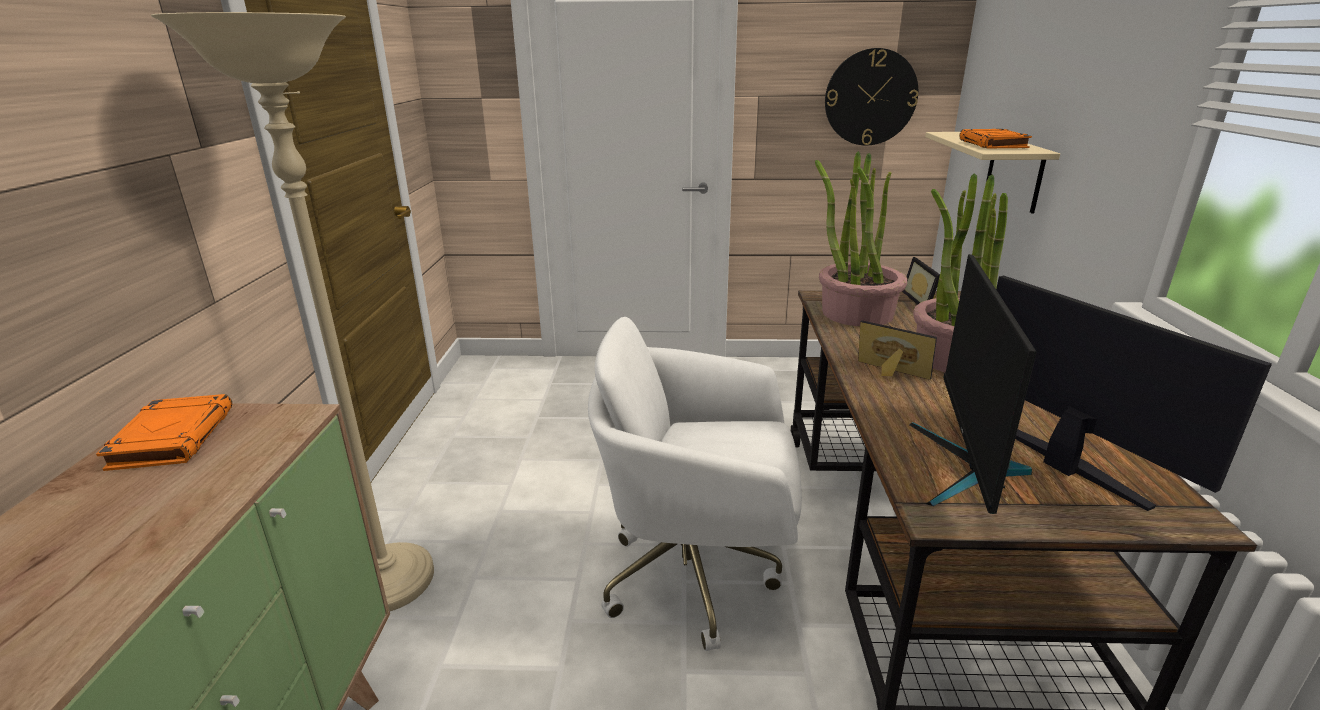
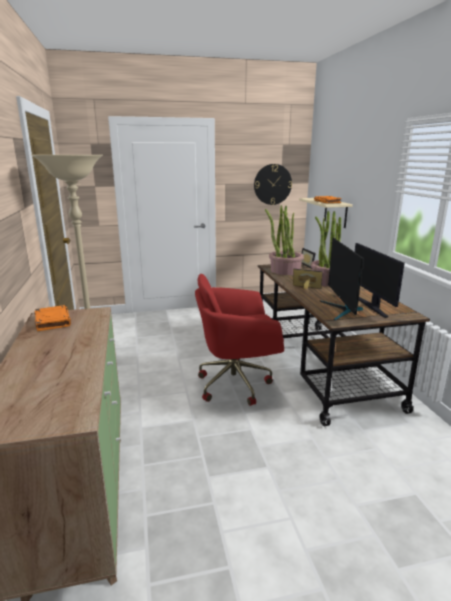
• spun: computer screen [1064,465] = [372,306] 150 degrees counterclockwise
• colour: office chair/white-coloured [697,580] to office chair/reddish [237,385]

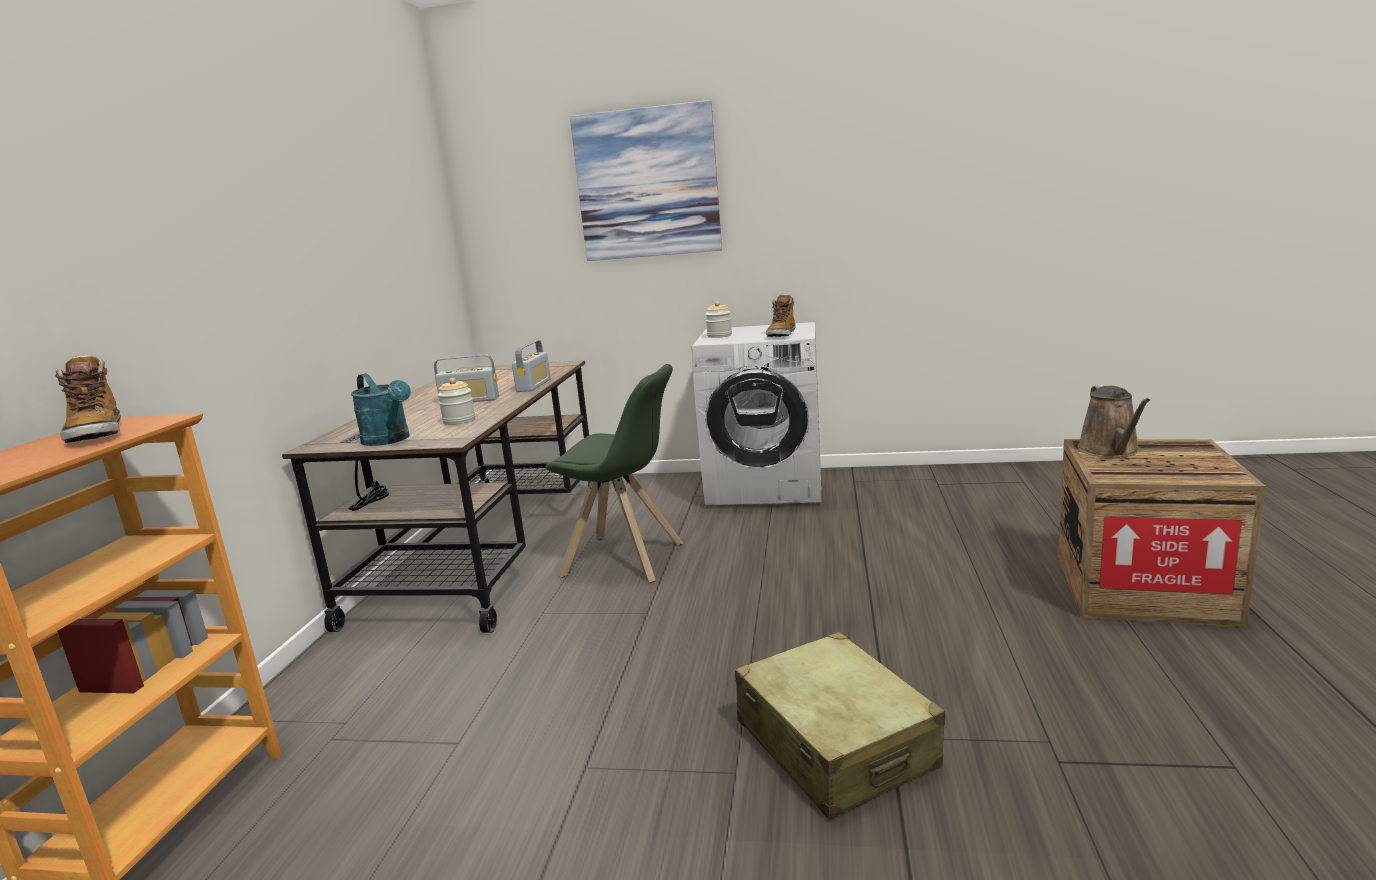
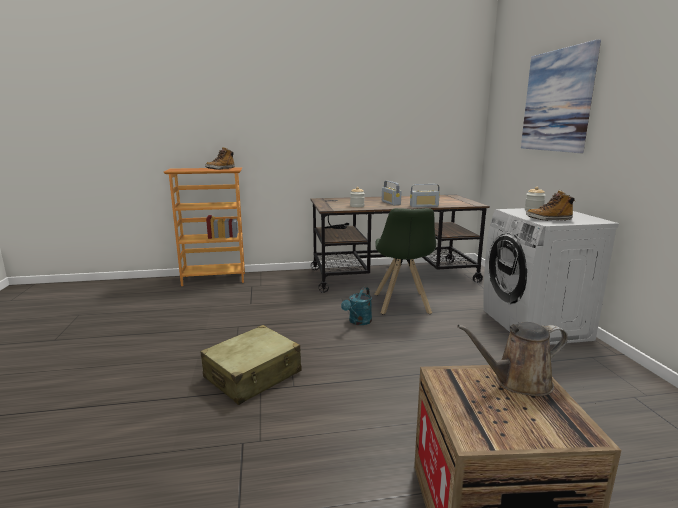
• relocated: watering can/turquoise [390,440] to [358,322]

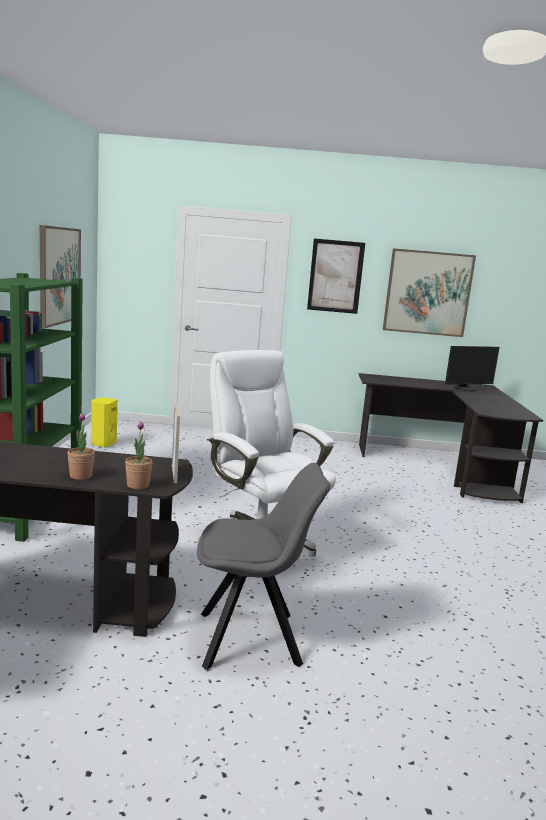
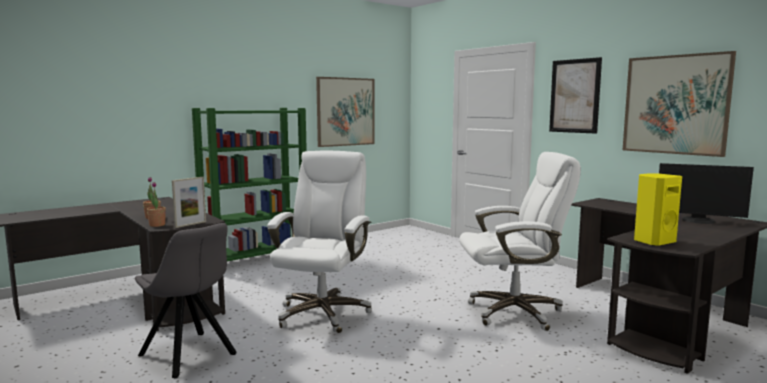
• relocated: speaker/yellow-coloured [103,443] to [653,242]
• appeared: office chair/white-coloured [512,312]

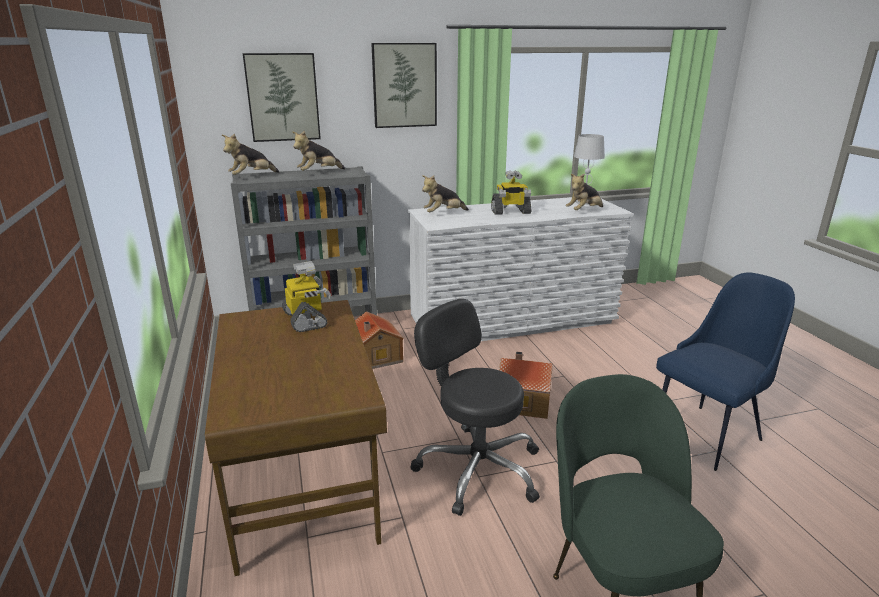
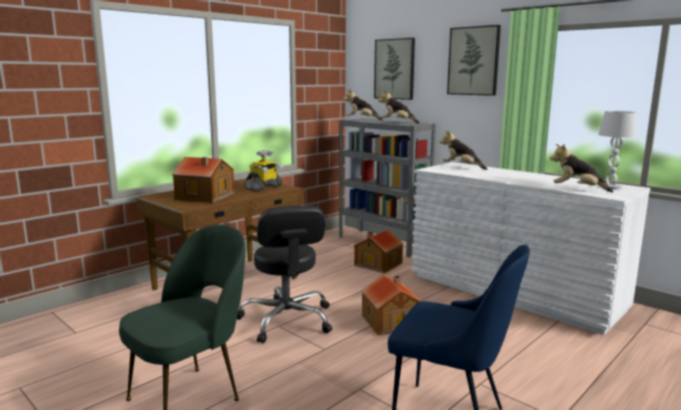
• missing: robot figure [510,212]
• spun: office chair/blackish [474,467] = [287,322] 150 degrees clockwise
• appeared: miniature house [205,197]

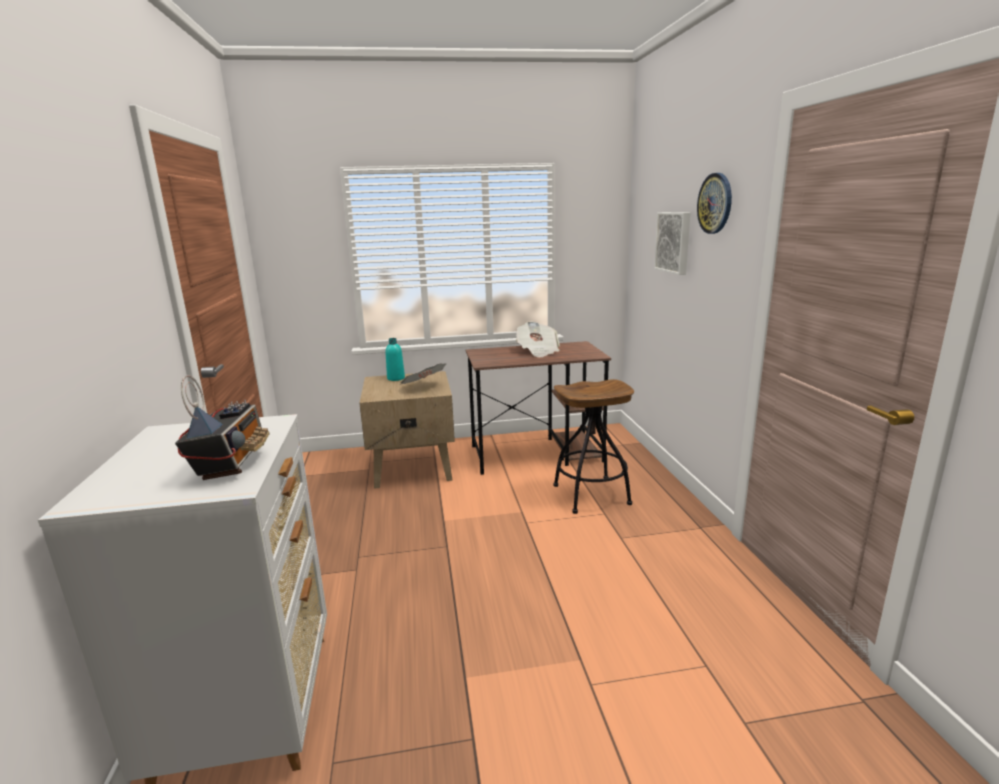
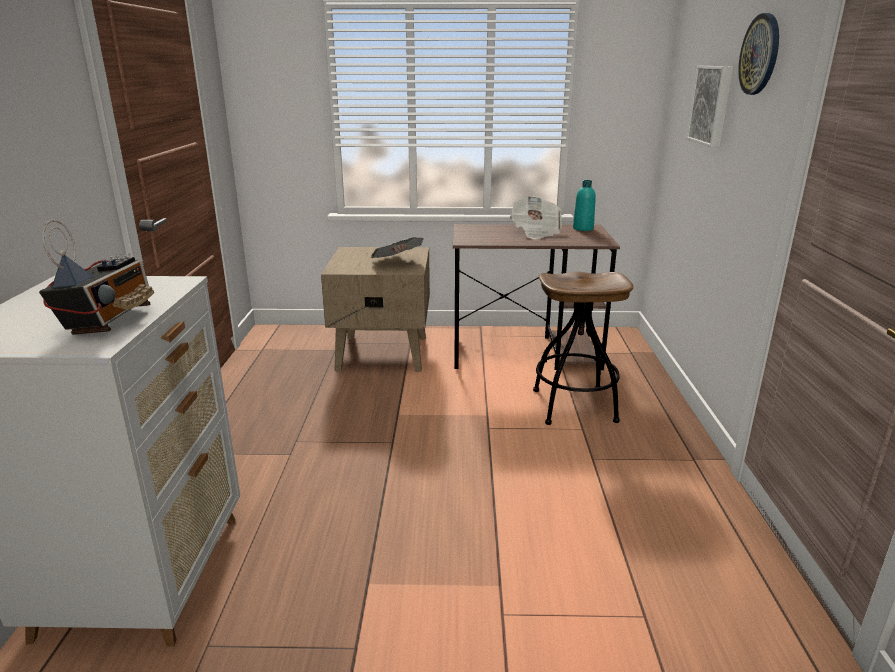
• relocated: beverage bottle/turquoise [396,378] to [583,228]

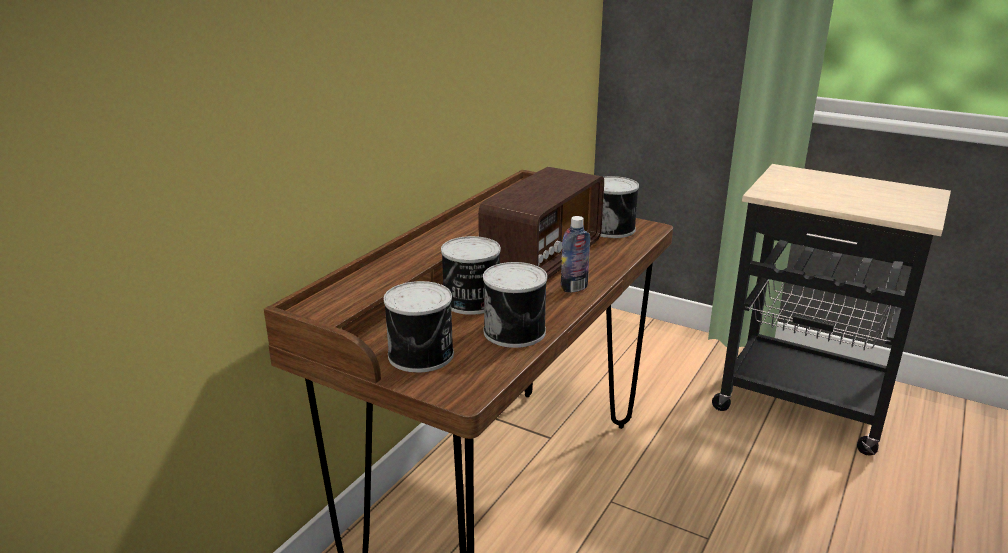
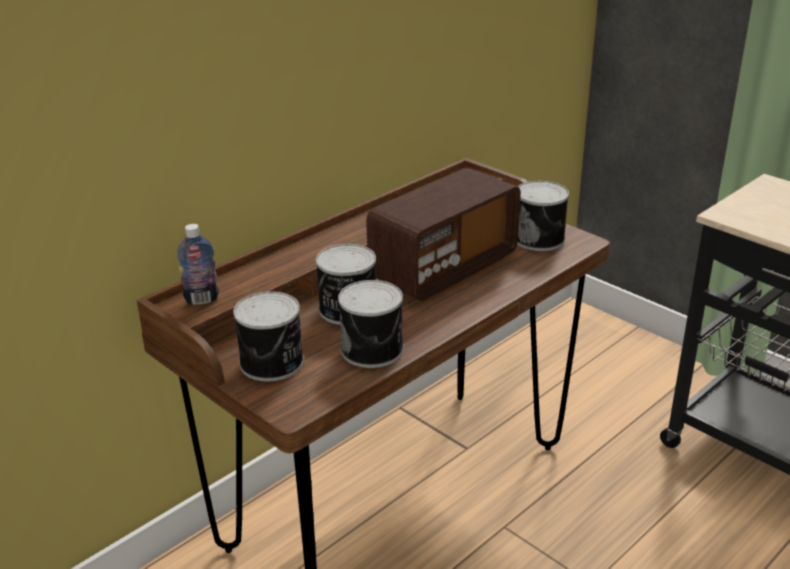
• relocated: beverage bottle [574,288] to [201,299]

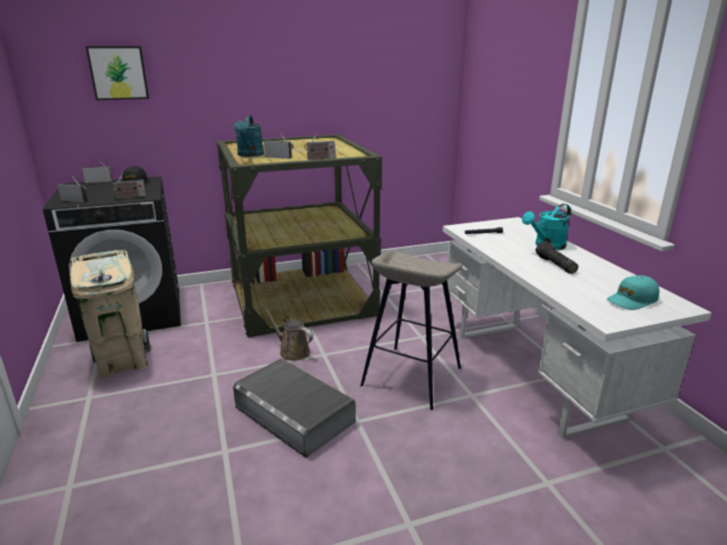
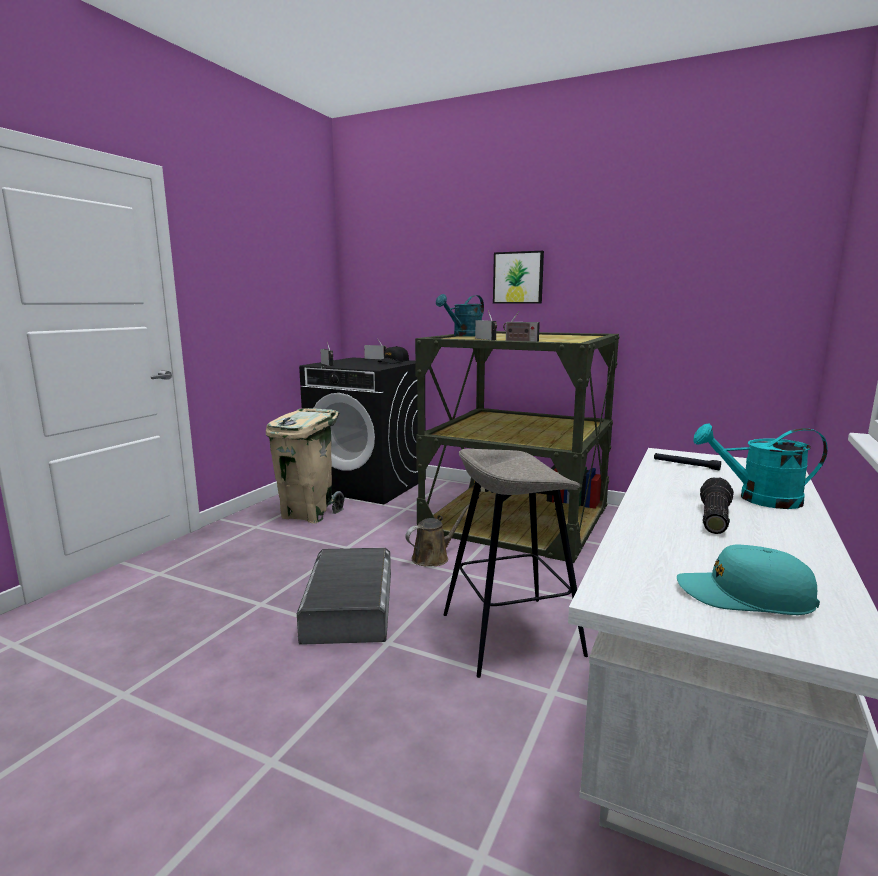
• relocated: wall picture [118,73] to [518,277]
• missing: radio [130,197]
• spun: watering can/brown [292,351] = [433,557] 60 degrees clockwise

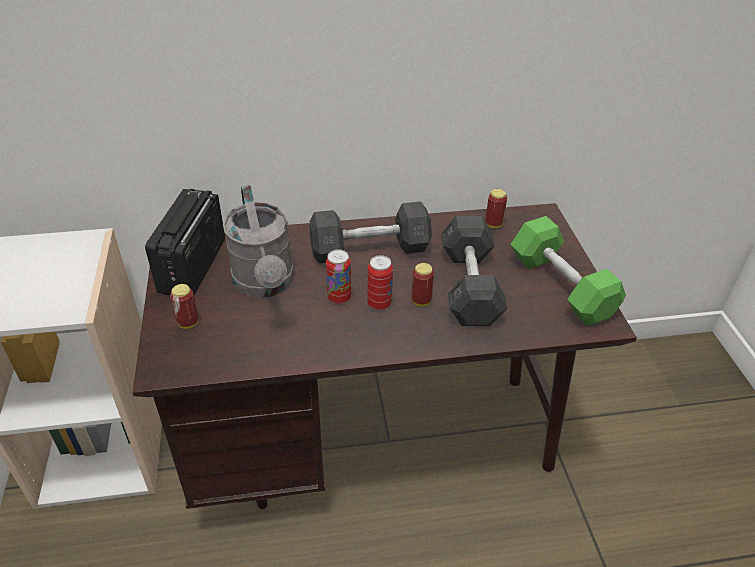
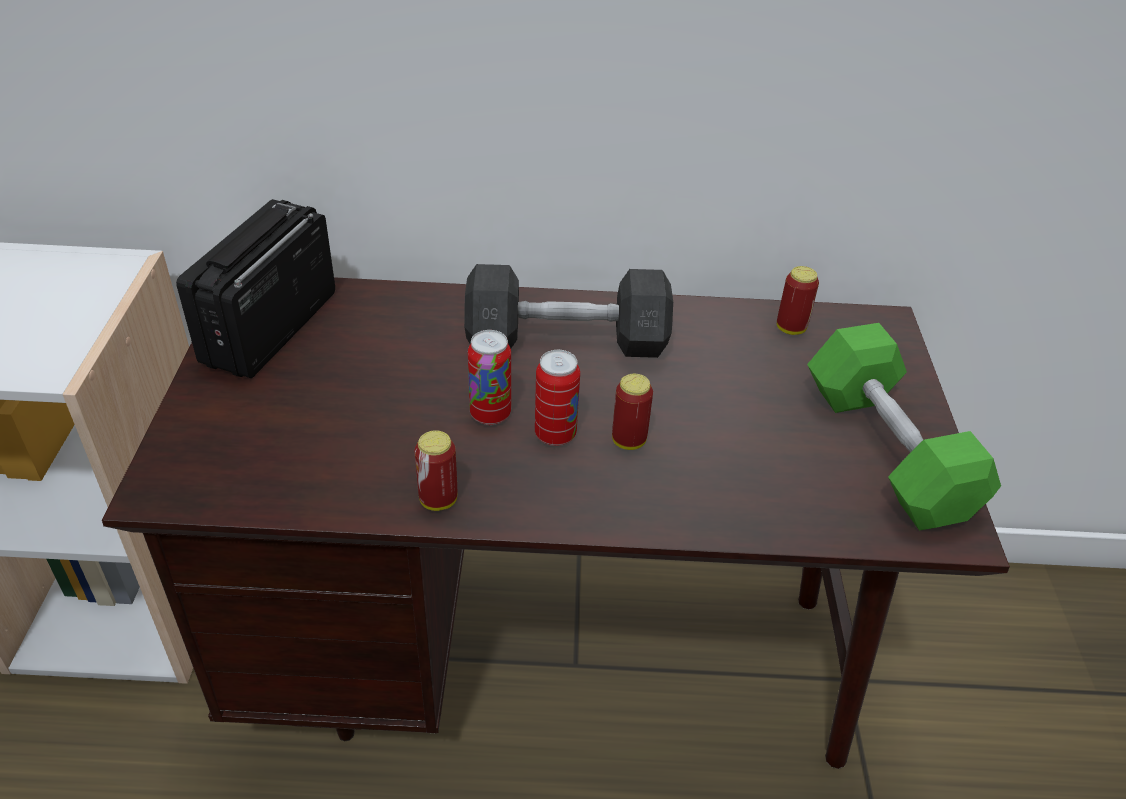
• missing: watering can/grey [266,284]
• missing: free weight/grey [469,286]
• relocated: can [188,323] to [438,500]

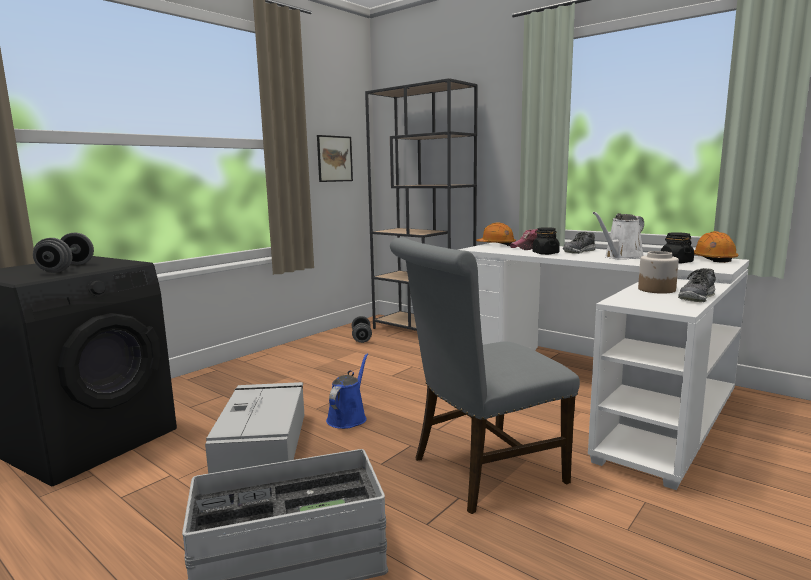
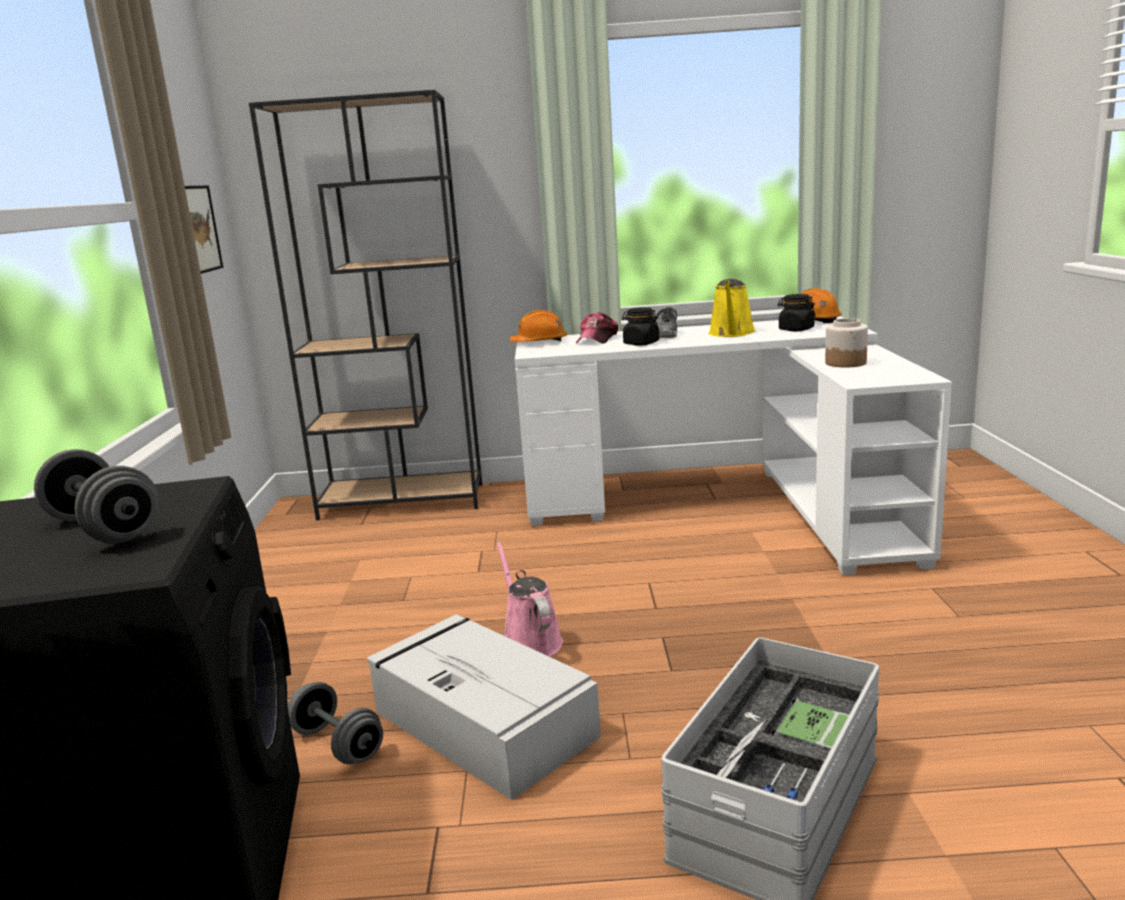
• colour: watering can/white-coloured [621,257] to watering can/yellow-coloured [731,333]
• missing: chair/grey [479,471]
• missing: low shoe [697,297]
• relocated: free weight/grey [361,338] to [338,744]
• colour: watering can/bluish [348,417] to watering can/pink-coloured [529,642]

